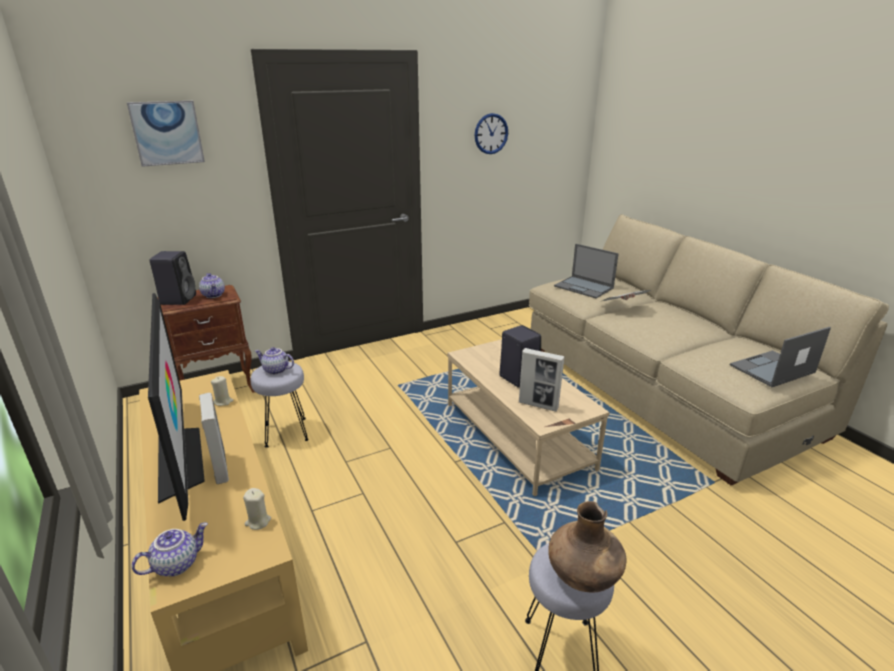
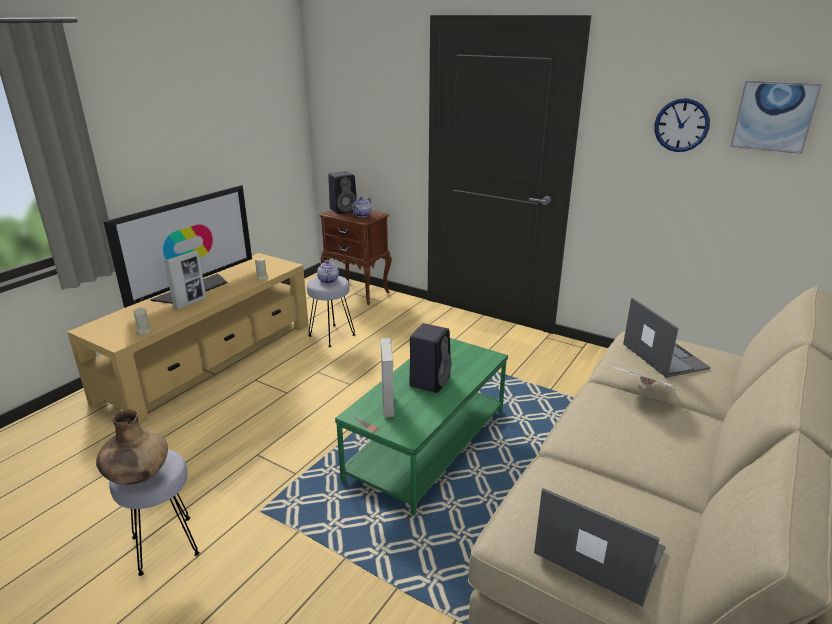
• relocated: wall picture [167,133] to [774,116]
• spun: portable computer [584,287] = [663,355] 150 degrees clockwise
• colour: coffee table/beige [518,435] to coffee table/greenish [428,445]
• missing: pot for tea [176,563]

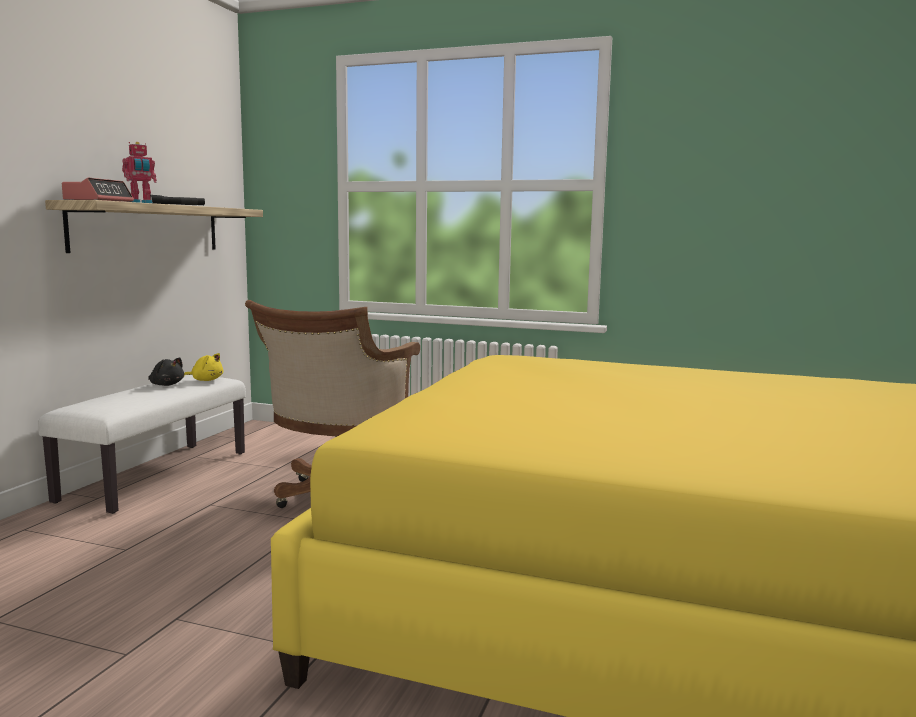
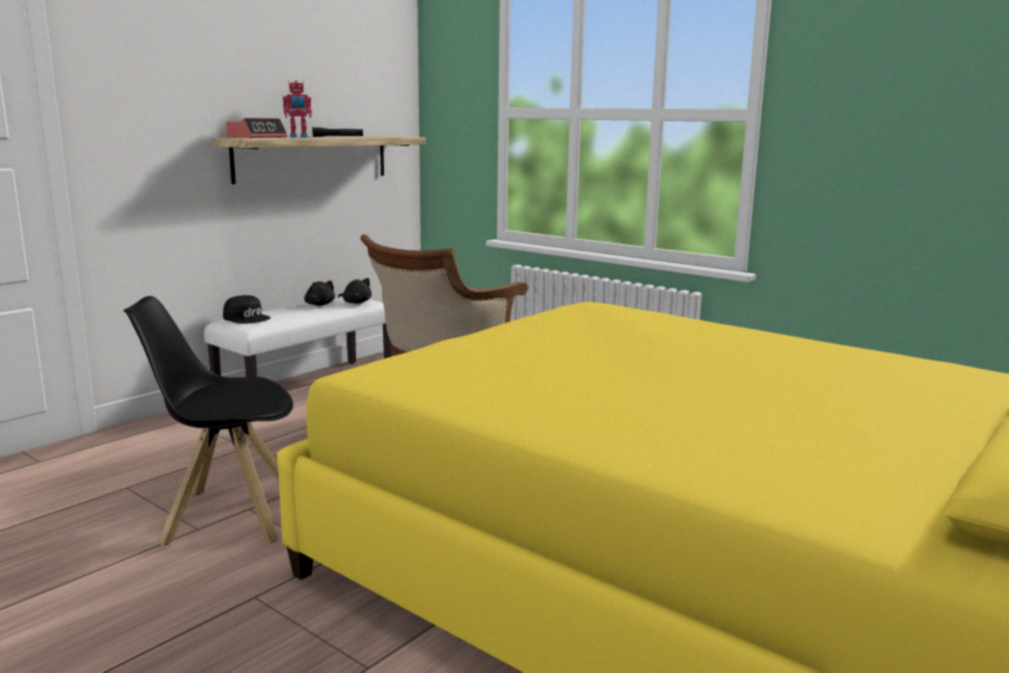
• colour: cuddly toy/yellow-coloured [206,380] to cuddly toy/blackish [356,302]
• appeared: cap/blackish [247,318]
• appeared: chair/blackish [227,515]

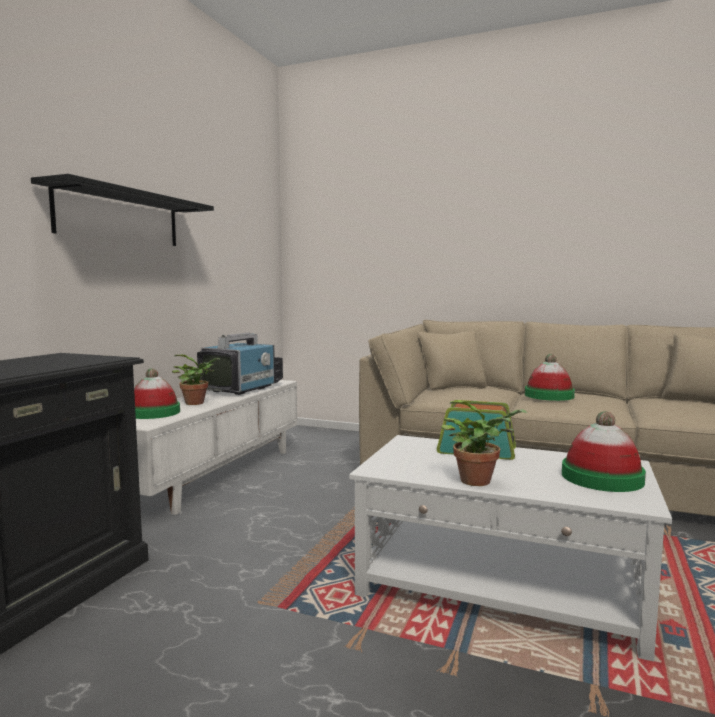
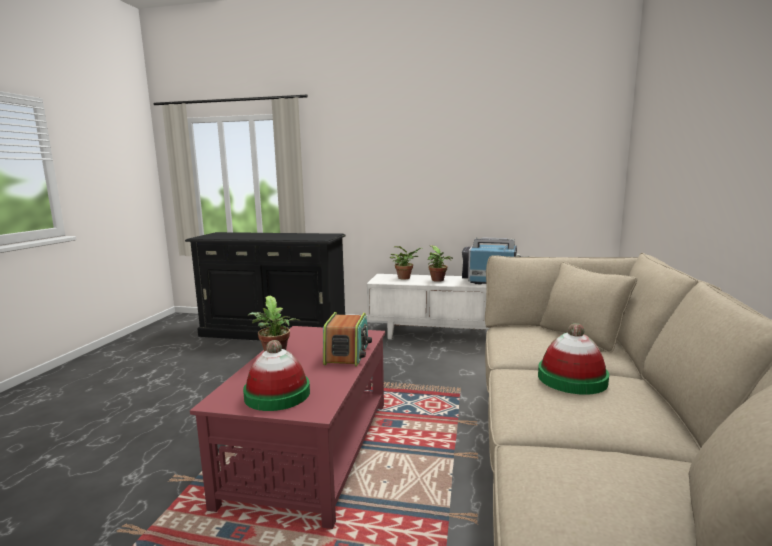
• missing: bracket shelf/blackish [120,217]
• exchanged: hat [153,412] to plant in a pot [405,278]
• colour: coffee table/white-coloured [501,586] to coffee table/reddish [310,450]

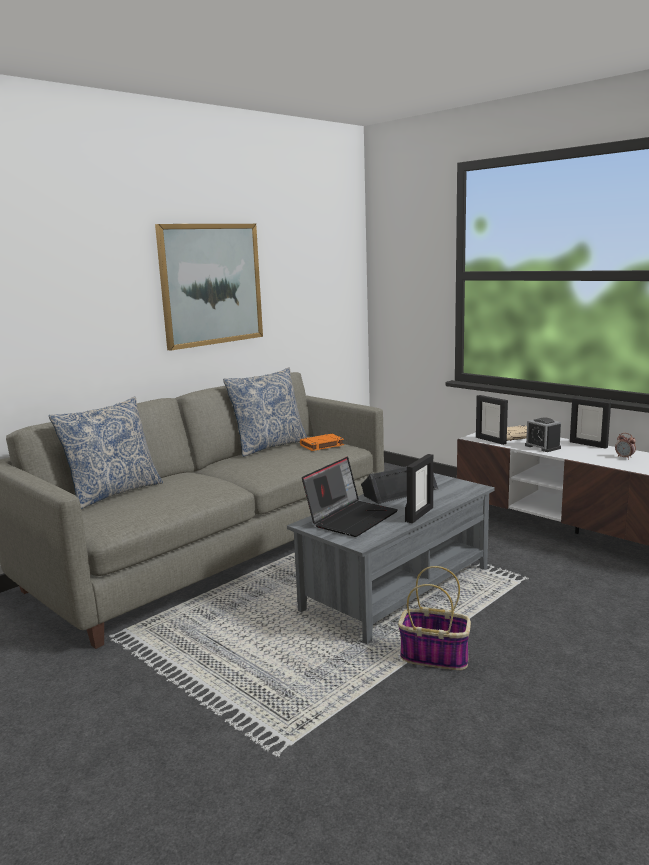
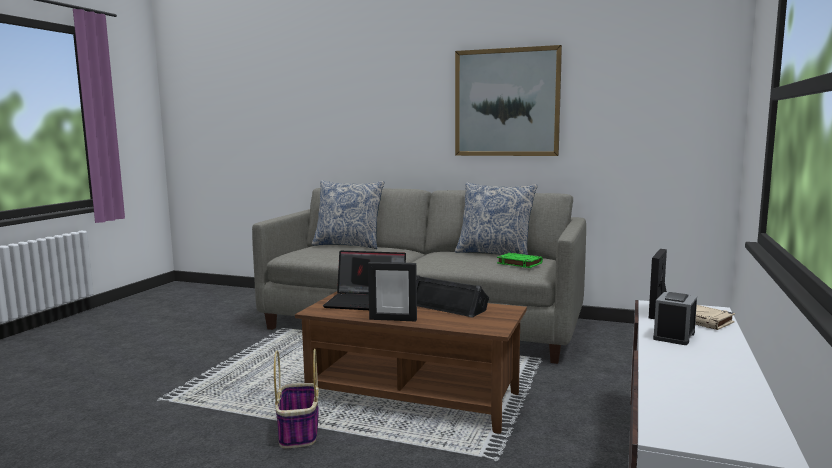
• missing: picture frame [588,444]
• missing: alarm clock [624,457]
• colour: volume/orangey [321,445] to volume/greenish [519,263]
• colour: coffee table/grey [397,588] to coffee table/brown [414,397]

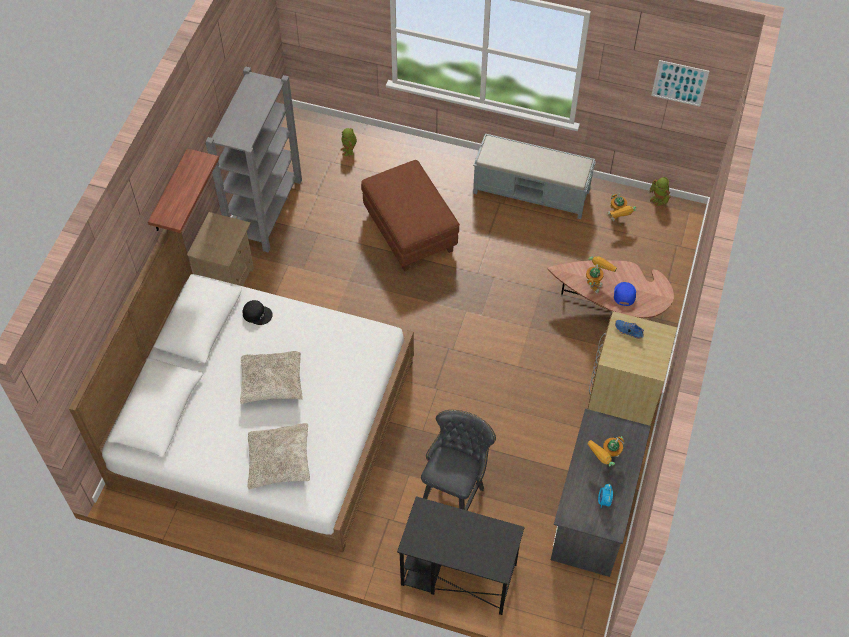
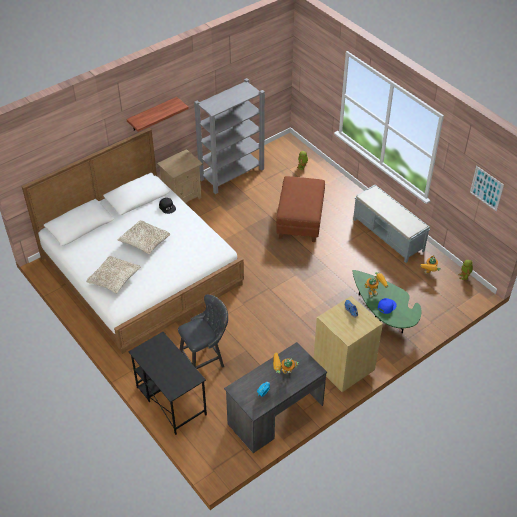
• colour: coffee table/brown [612,307] to coffee table/greenish [383,317]

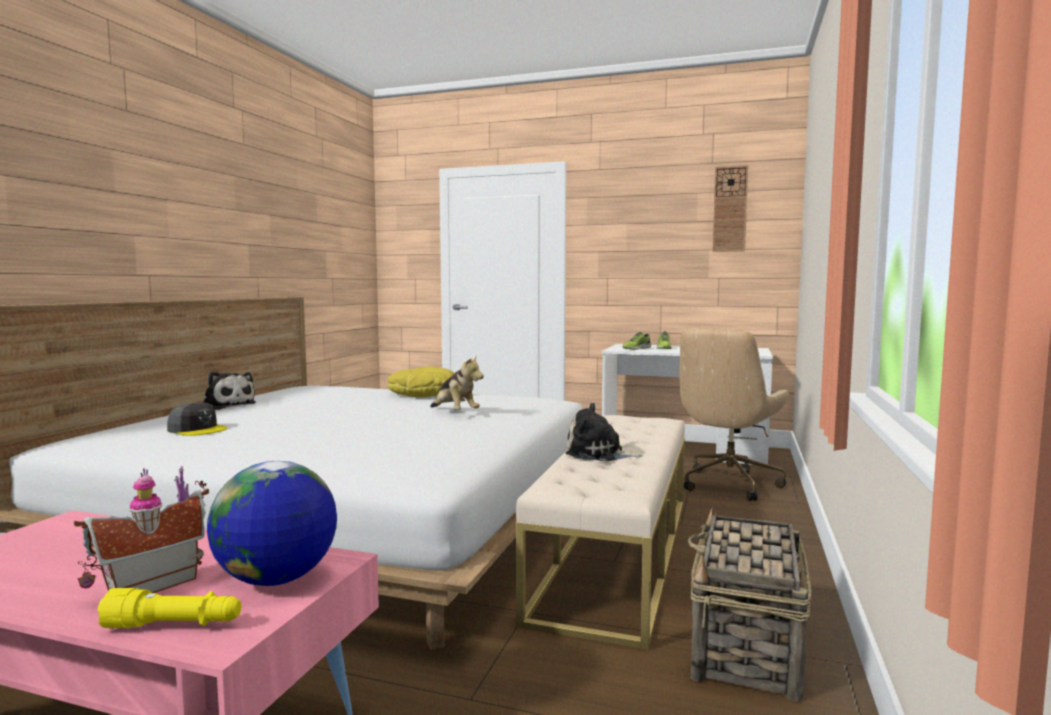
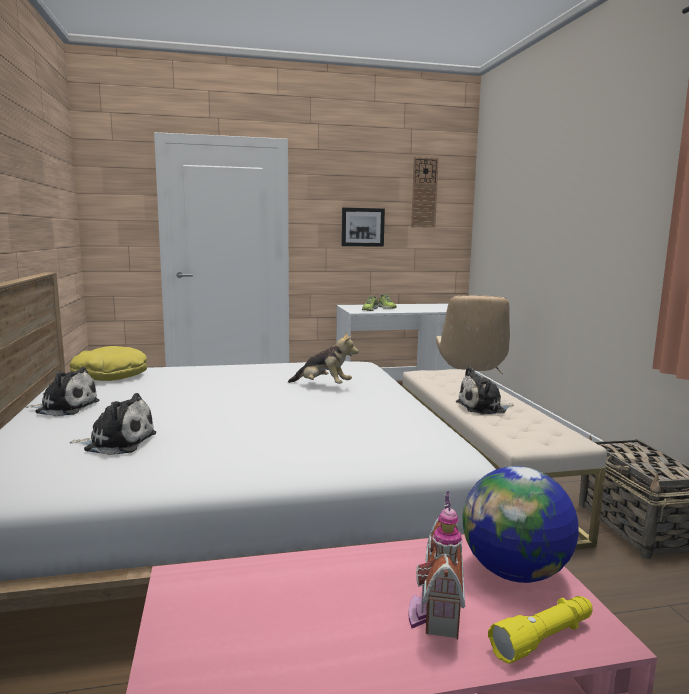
• relocated: cushion/yellow-coloured [422,393] to [109,375]
• exchanged: cap/grey [197,429] to cuddly toy [117,442]
• appeared: wall picture [362,227]

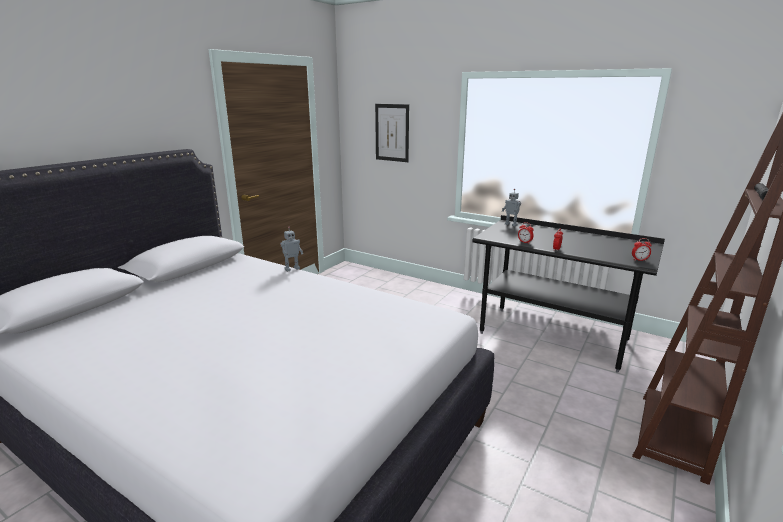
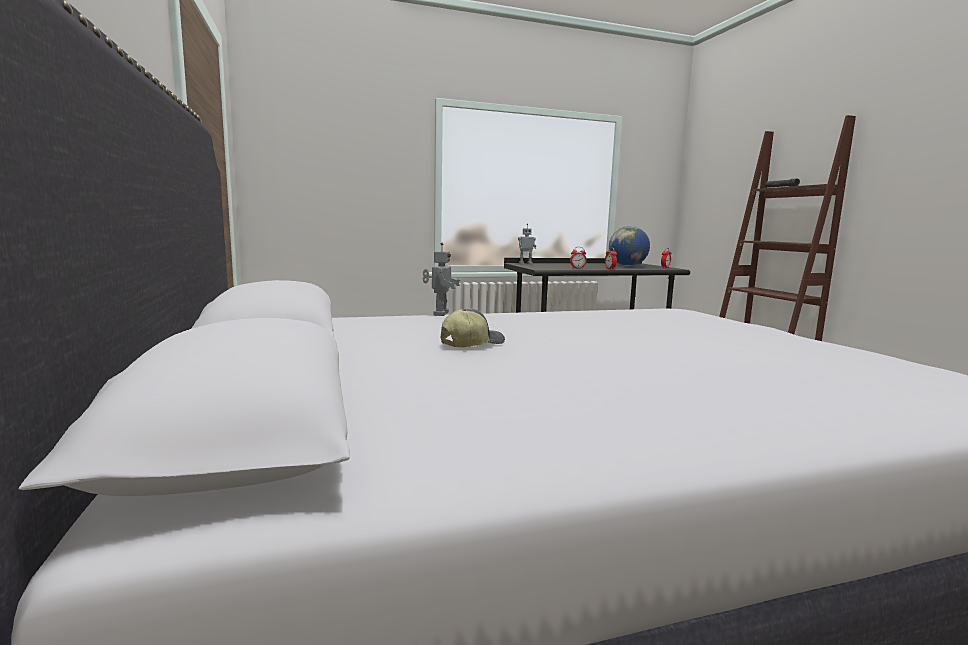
• missing: wall picture [392,133]
• appeared: world globe [627,266]
• appeared: cap [471,343]

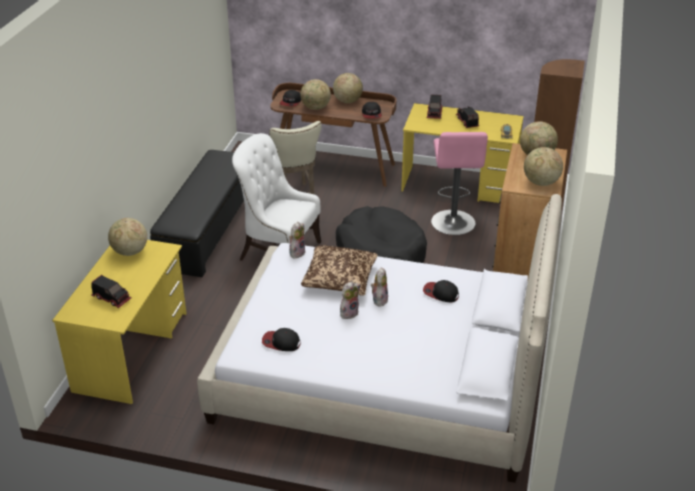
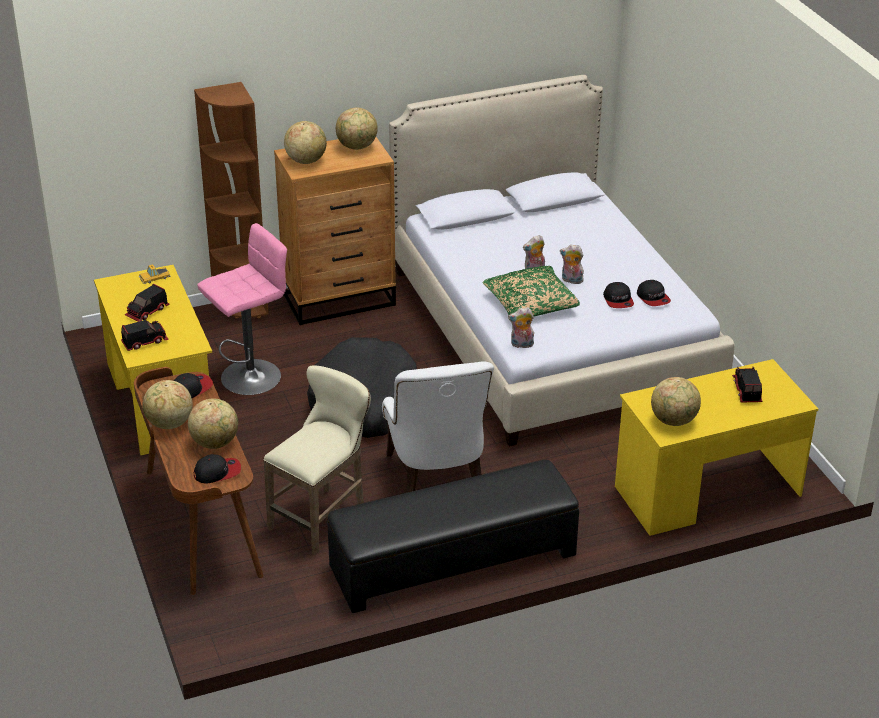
• colour: cushion/brown [339,278] to cushion/greenish [531,303]
• relocated: cap [440,293] to [618,300]

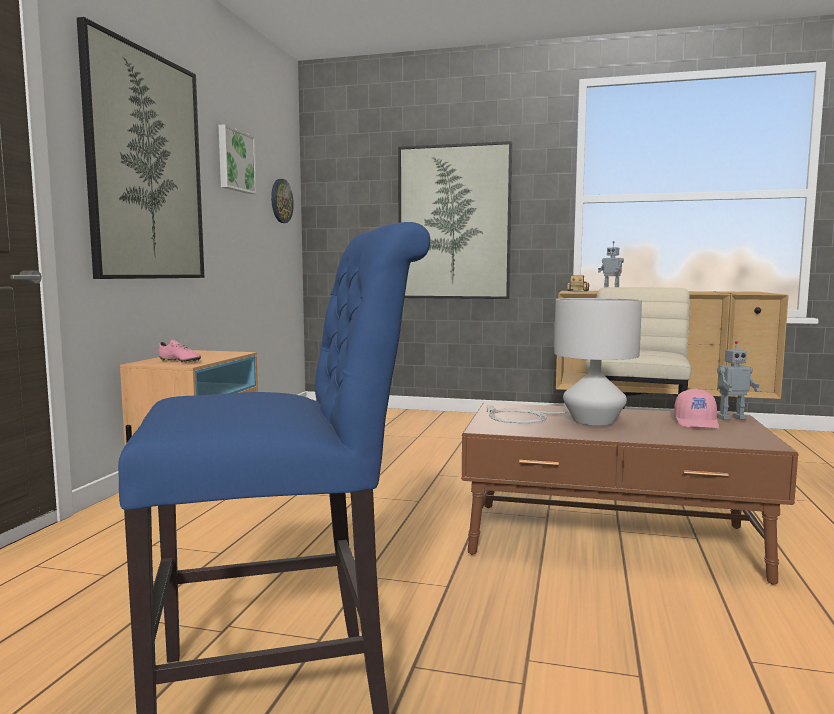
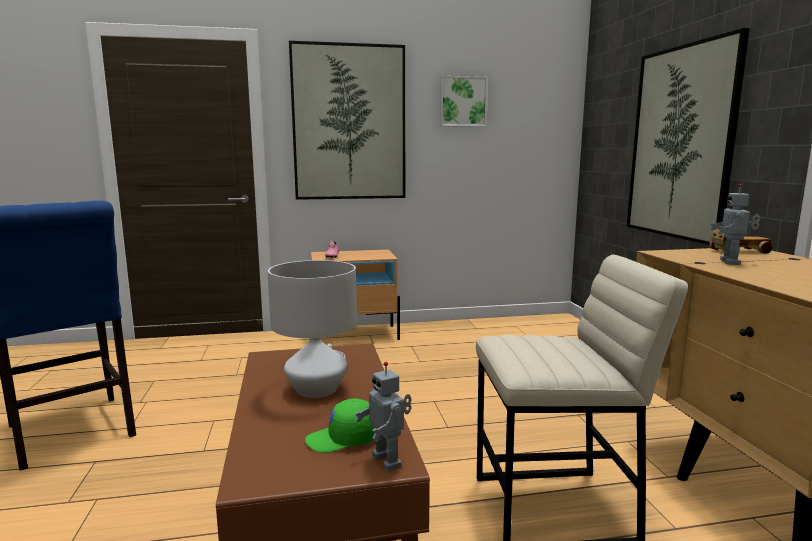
• missing: clock on the wall [281,201]
• colour: cap/pink-coloured [697,423] to cap/greenish [342,440]

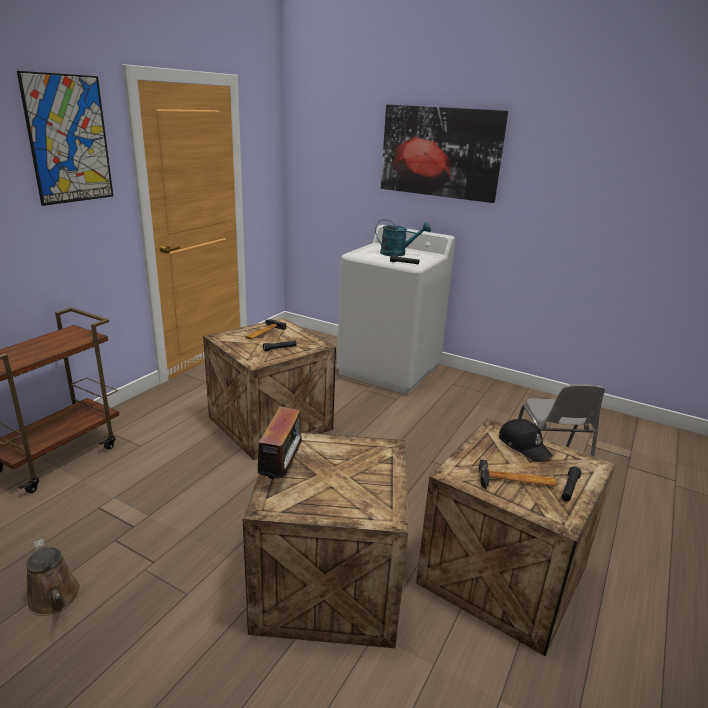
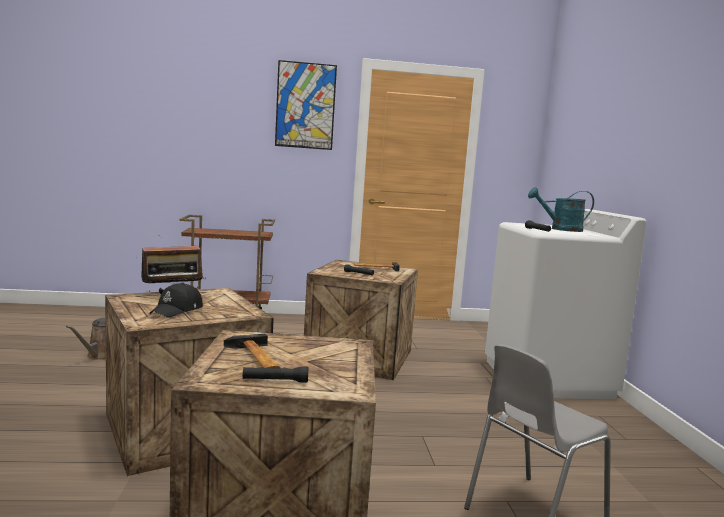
• missing: wall picture [440,152]
• spun: watering can/turquoise [398,253] = [560,229] 120 degrees clockwise
• relocated: cap/blackish [524,445] to [177,310]

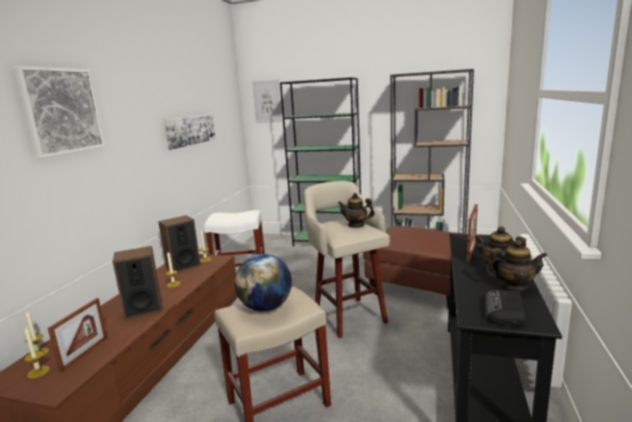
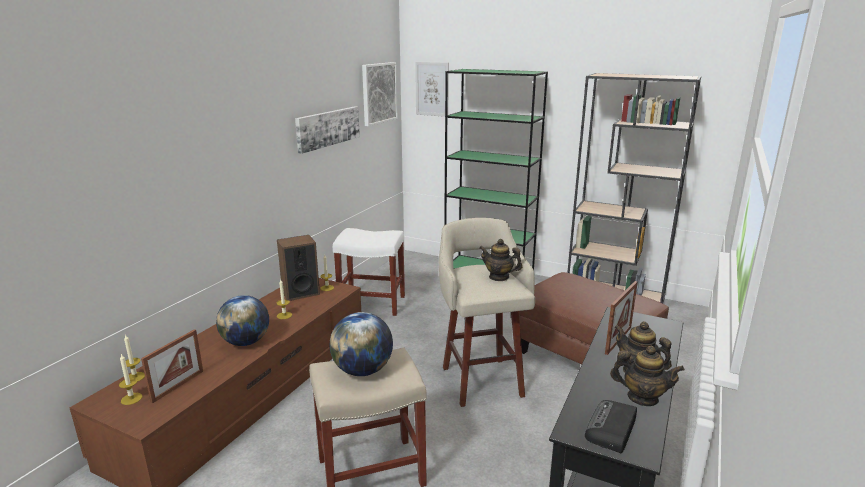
• relocated: wall picture [62,111] to [379,93]
• exchanged: speaker [143,309] to world globe [246,342]

